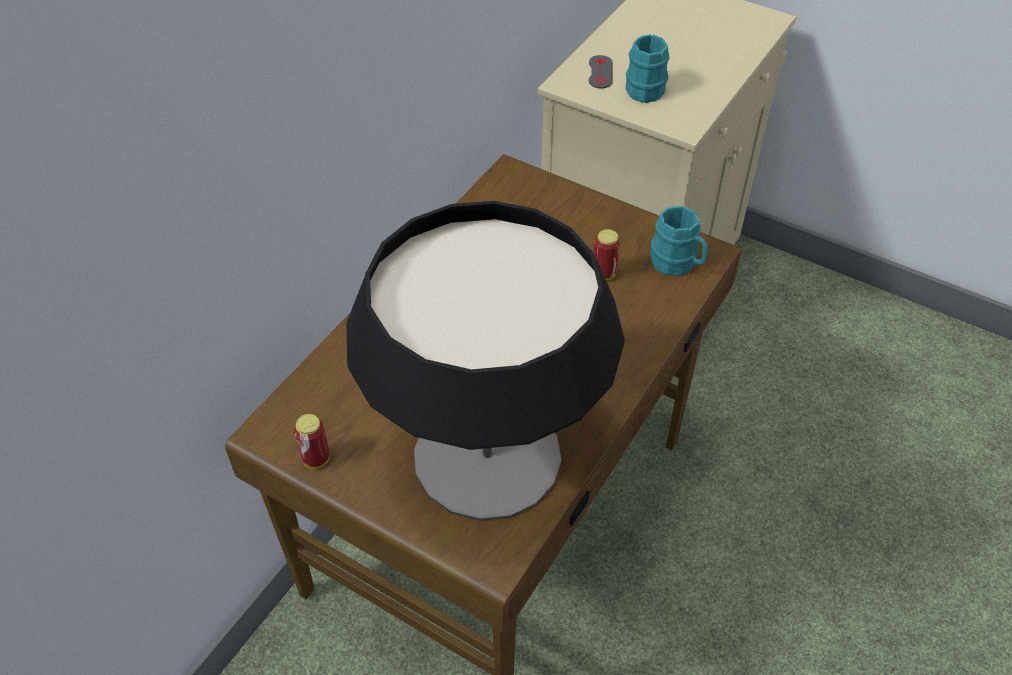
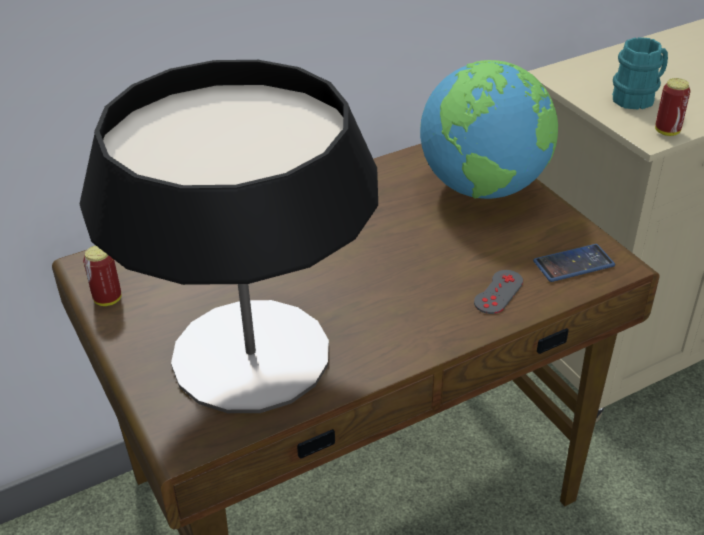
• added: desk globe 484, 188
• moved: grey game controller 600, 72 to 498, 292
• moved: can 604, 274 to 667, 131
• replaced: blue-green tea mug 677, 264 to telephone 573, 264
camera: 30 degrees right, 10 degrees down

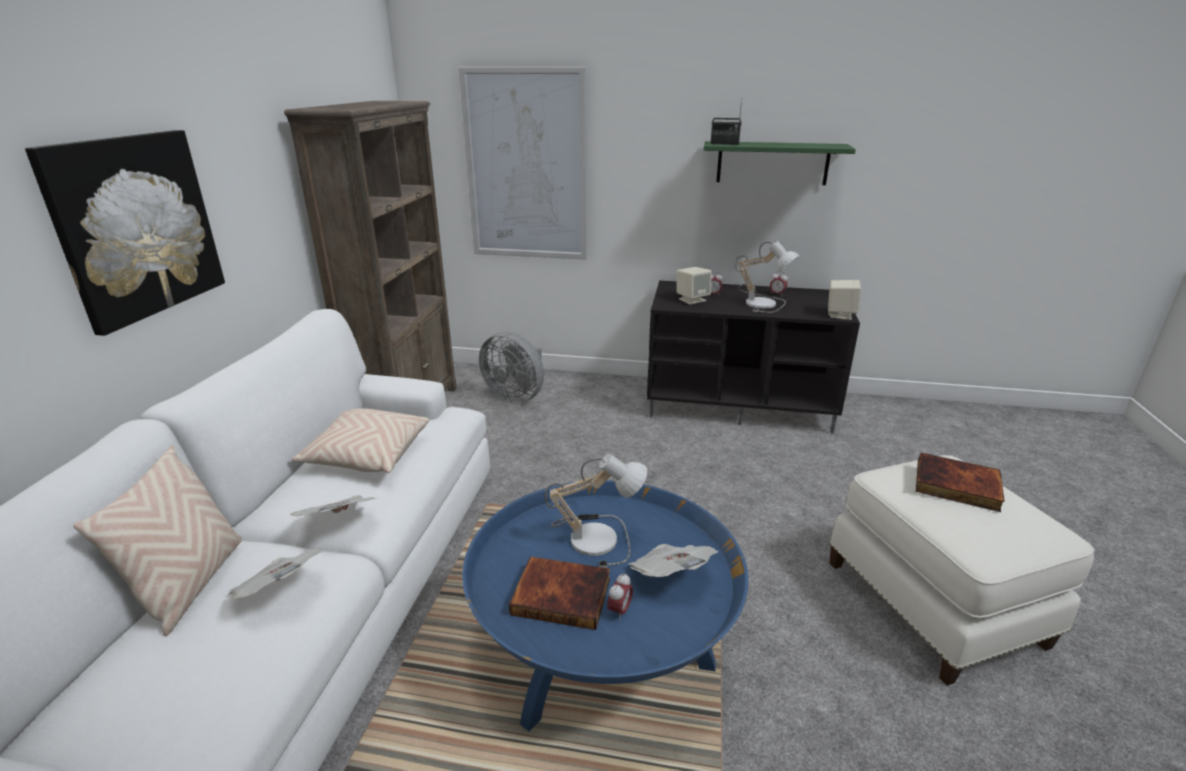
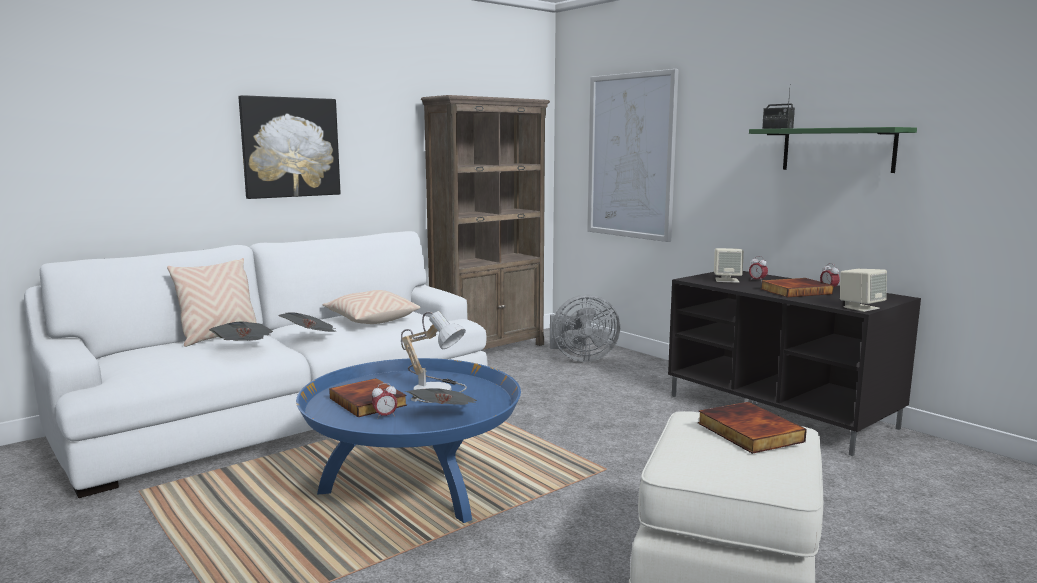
• replaced: tabletop lamp 763, 303 to bound book 795, 291
• turned: grey electric fan 516, 396 = 581, 358 75 degrees counterclockwise
camera: 40 degrees right, 15 degrees down

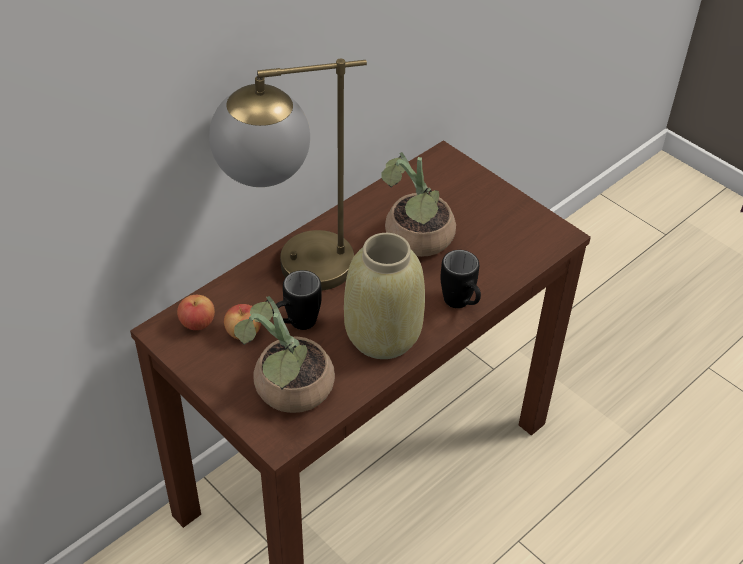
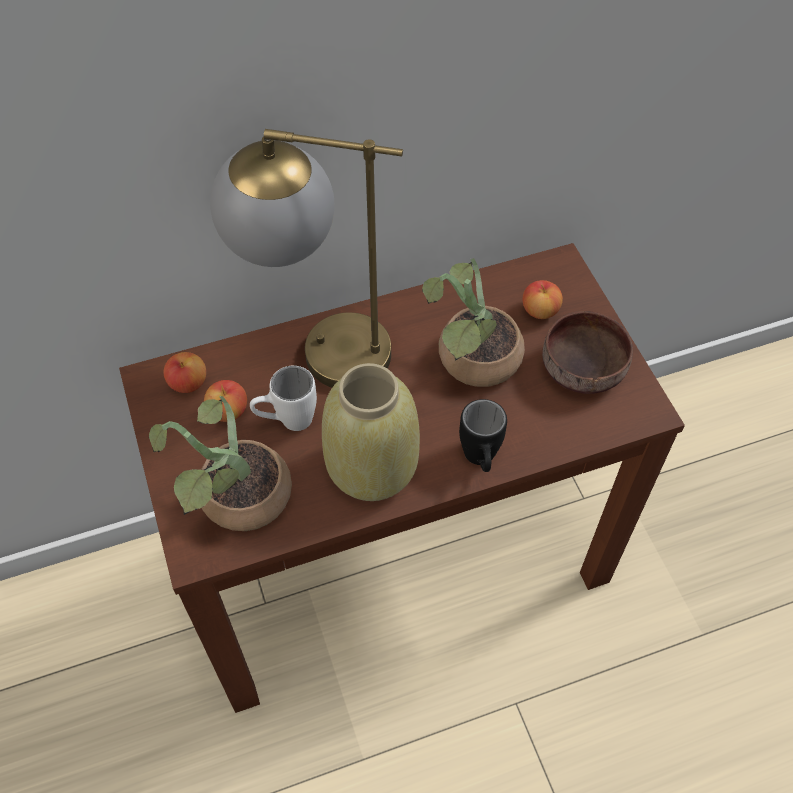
• added: whole apple 540, 310
• added: brownish bowl 583, 366
• recoloured: blackish tea mug 296, 325 to white-coloured tea mug 287, 421
camera: 25 degrees right, 10 degrees up

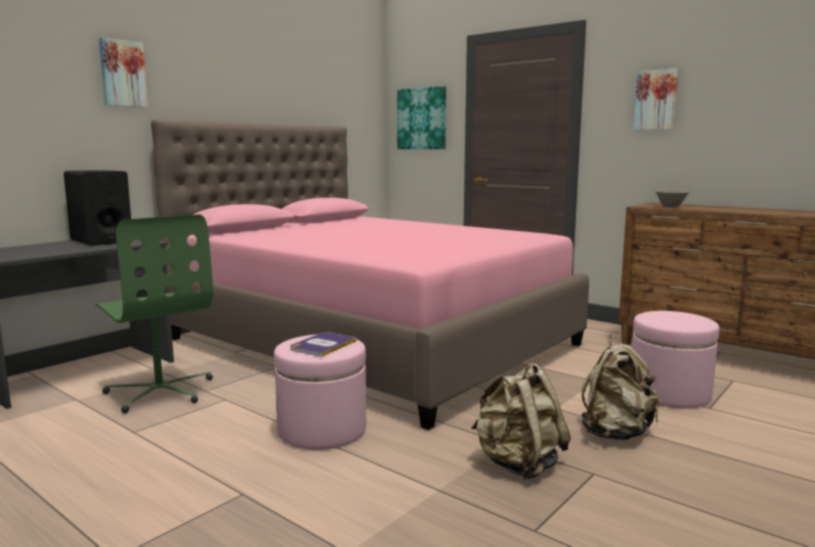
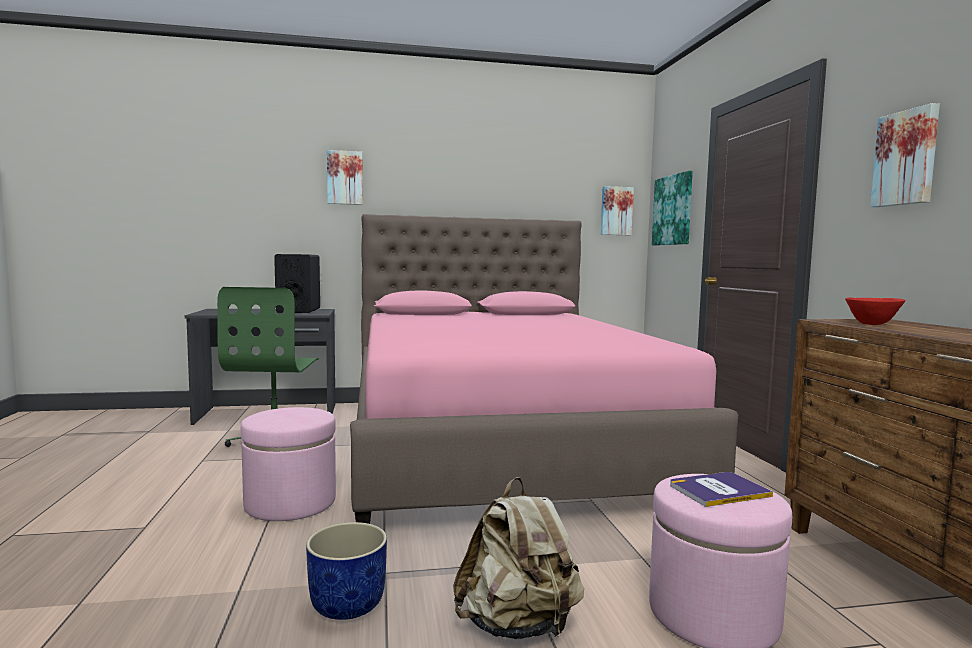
• added: wall art 616, 211
• moved: bound book 323, 345 to 718, 490
• replaced: beige-coloured rucksack 518, 464 to blue-coloured flower pot 346, 604
• recoloured: grey bowl 670, 207 to red bowl 871, 324
camera: 40 degrees right, 5 degrees down

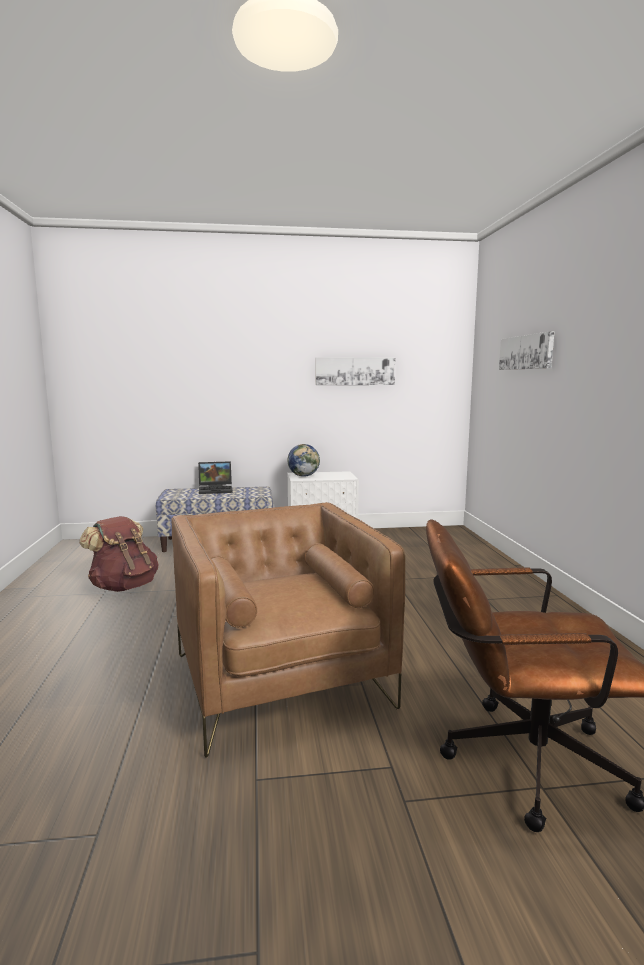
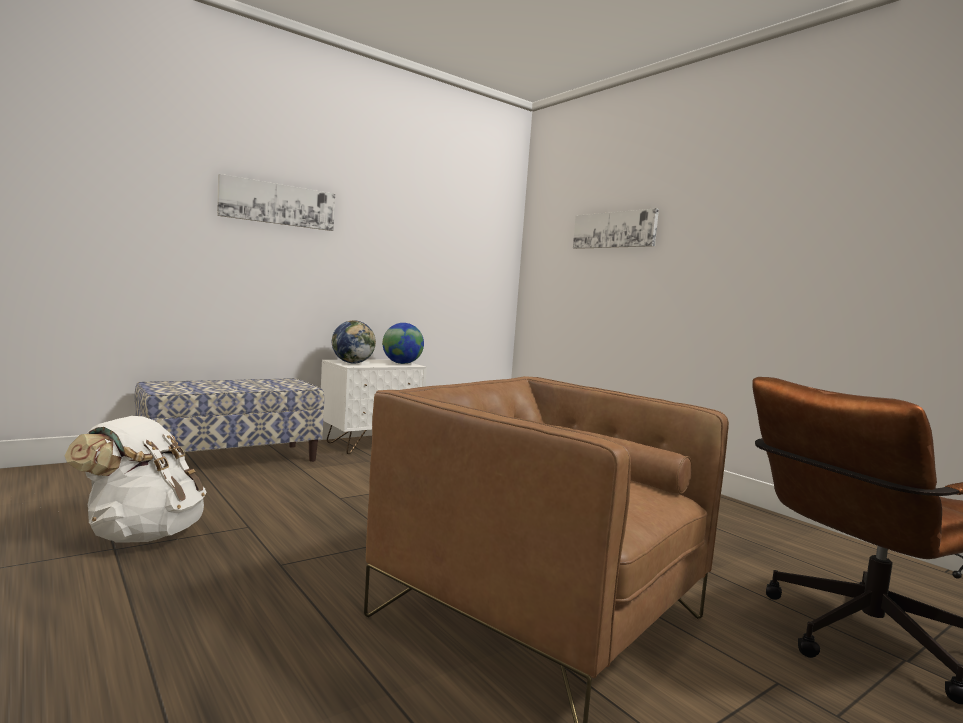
• removed: notebook computer 216, 490
• added: desk globe 402, 363
• moved: wall art 355, 371 to 278, 204
• recoloured: brownish rucksack 124, 587 to white-coloured rucksack 142, 534
camera: 30 degrees left, 5 degrees down

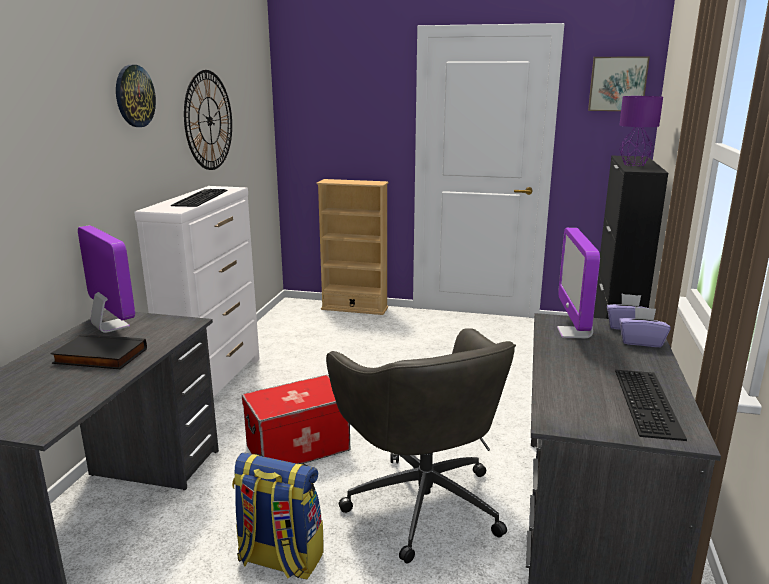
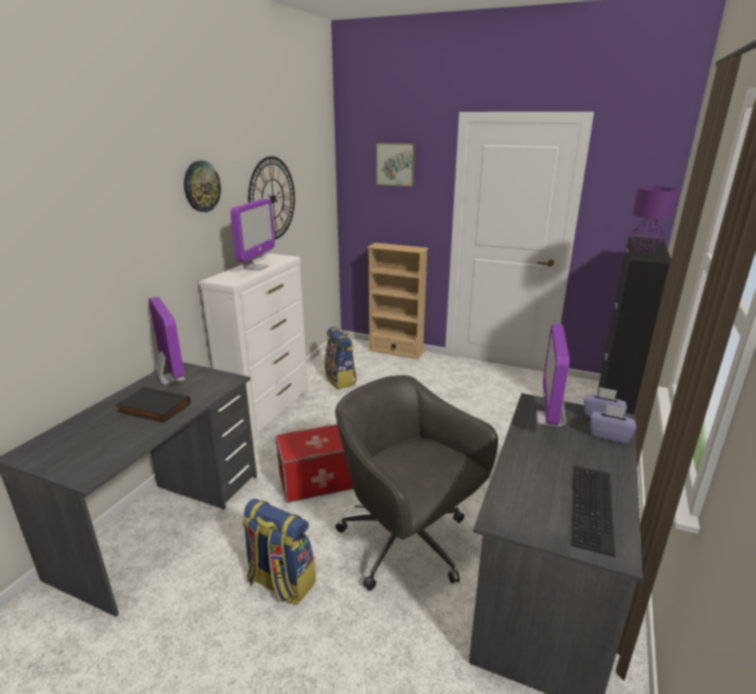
• added: rucksack 341, 380
• moved: wall art 617, 84 to 396, 164
• replaced: computer keyboard 199, 197 to computer screen 256, 267
• turned: grey computer chair 422, 501 = 407, 544 150 degrees clockwise
camera: 10 degrees right, 5 degrees up

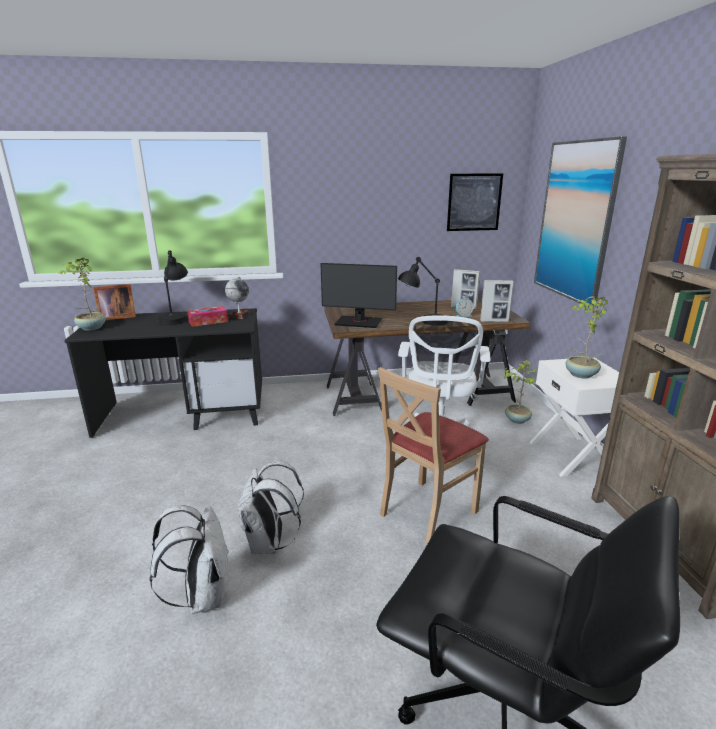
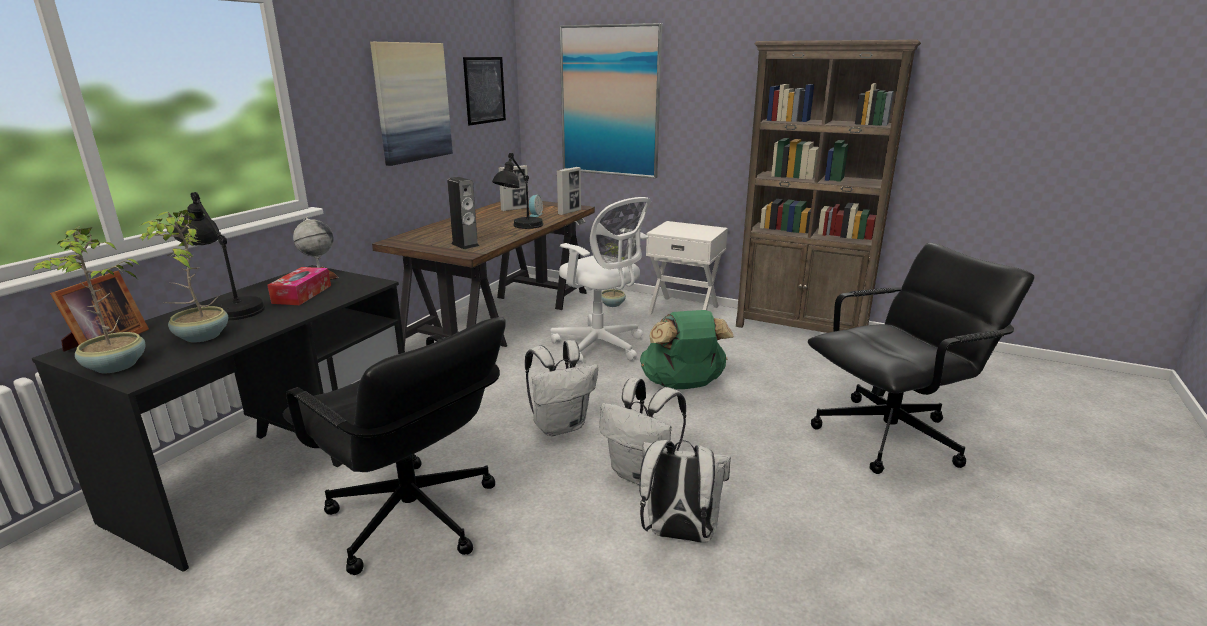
• added: blackish computer chair 412, 518
• added: wall art 412, 102
• added: white-coloured rucksack 560, 426
• moved: potted plant 580, 375 to 201, 337
• replaced: computer screen 359, 322 to audio speaker 465, 245
• replaced: beige-coloured upright chair 427, 511 to green-coloured rucksack 683, 385
camera: 55 degrees left, 0 degrees up

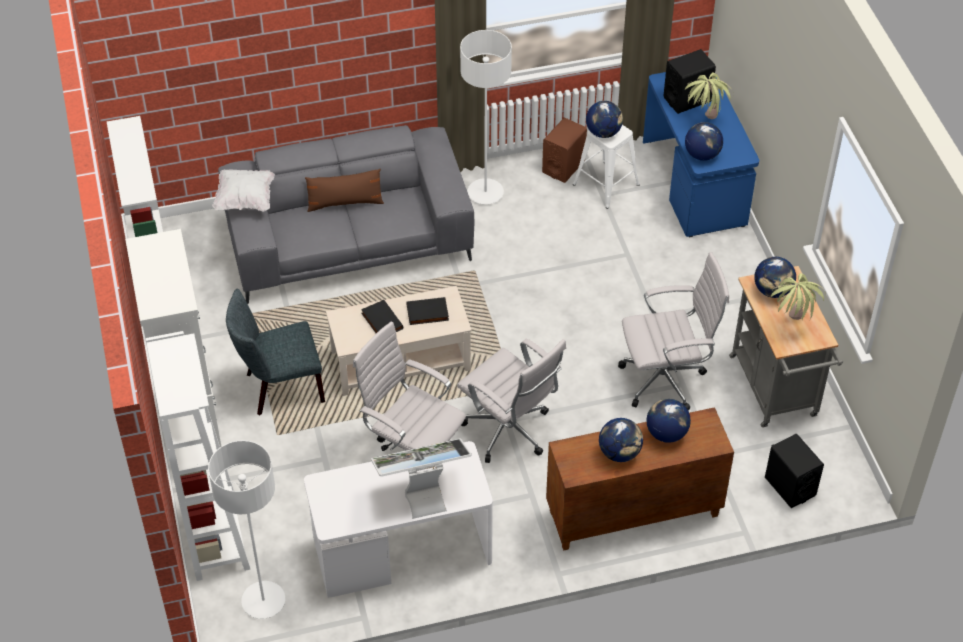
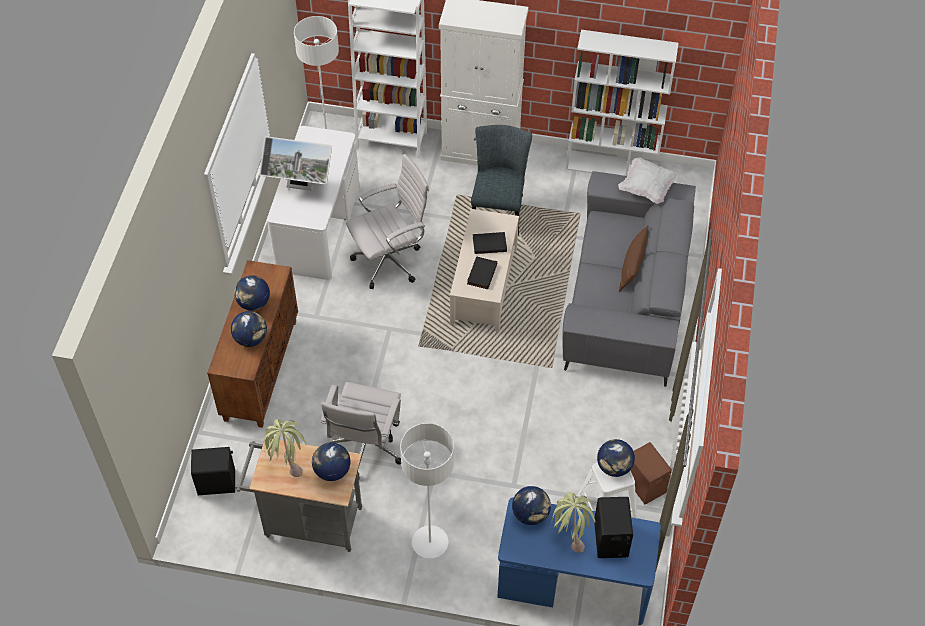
• removed: white-coloured computer chair 510, 432
• moved: white-coloured standard lamp 485, 193 to 430, 543
• turned: computer screen 422, 493 = 300, 187 90 degrees clockwise
camera: 115 degrees right, 5 degrees up

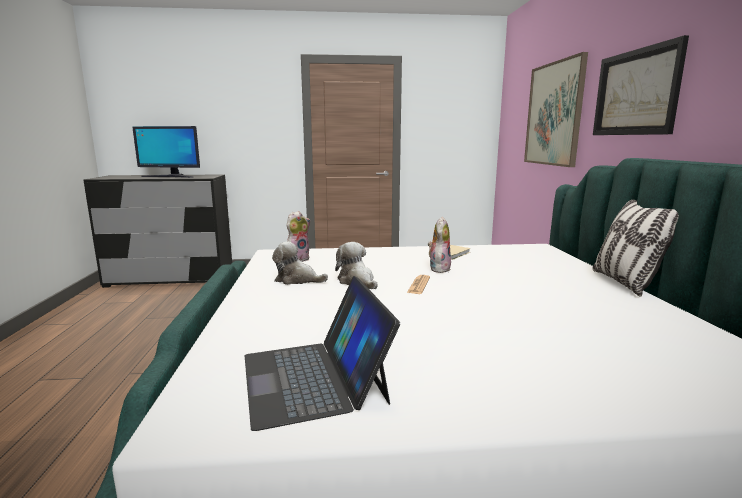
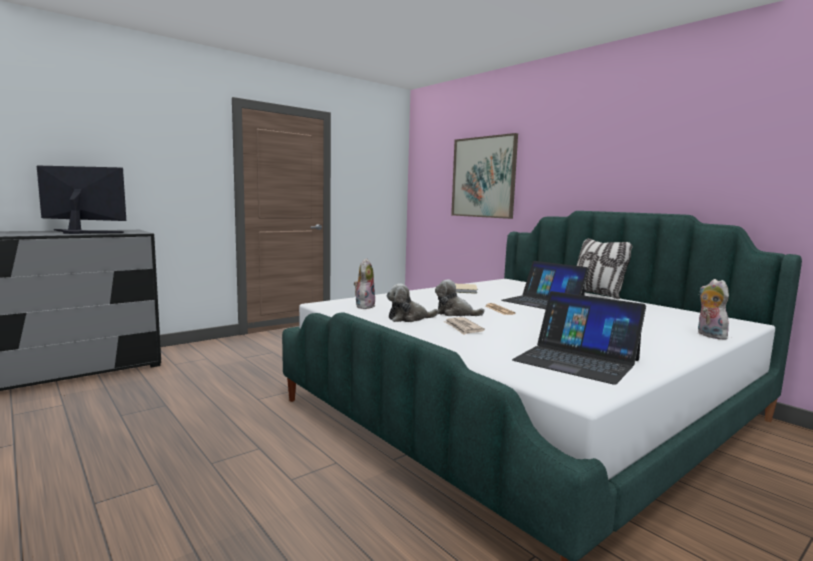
• removed: wall art 635, 92
• added: newspaper 463, 328
• added: notebook computer 543, 302
• moved: cuddly toy 438, 268 to 709, 335
• turned: computer screen 171, 177 = 82, 232 150 degrees counterclockwise
camera: 35 degrees left, 5 degrees down

